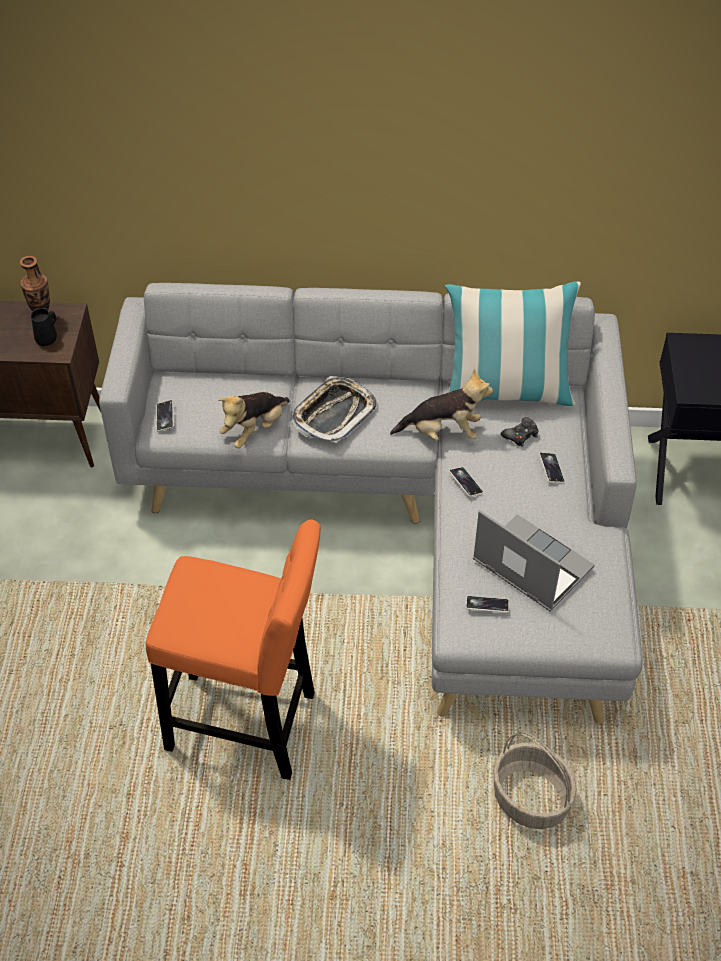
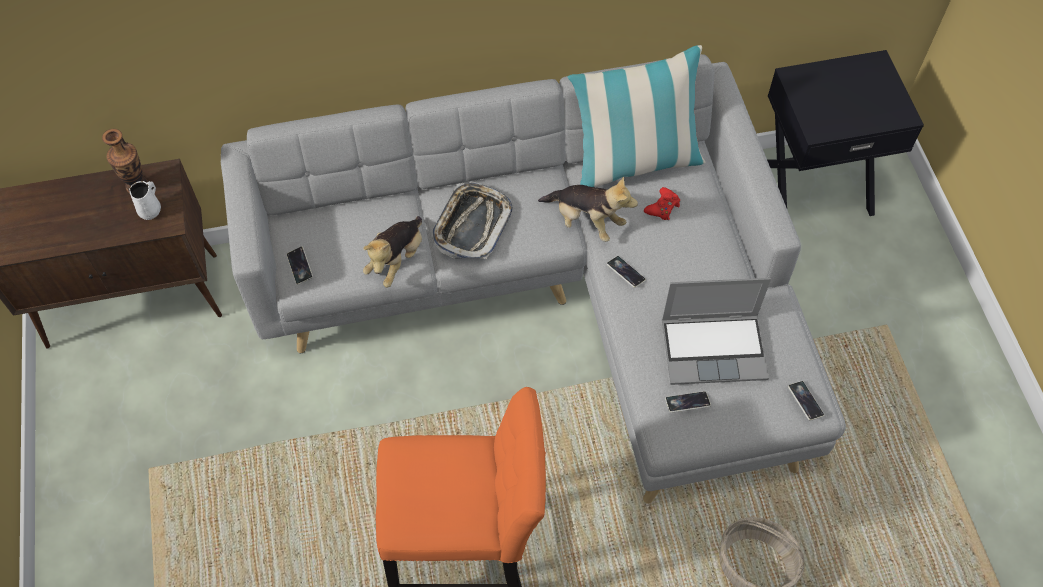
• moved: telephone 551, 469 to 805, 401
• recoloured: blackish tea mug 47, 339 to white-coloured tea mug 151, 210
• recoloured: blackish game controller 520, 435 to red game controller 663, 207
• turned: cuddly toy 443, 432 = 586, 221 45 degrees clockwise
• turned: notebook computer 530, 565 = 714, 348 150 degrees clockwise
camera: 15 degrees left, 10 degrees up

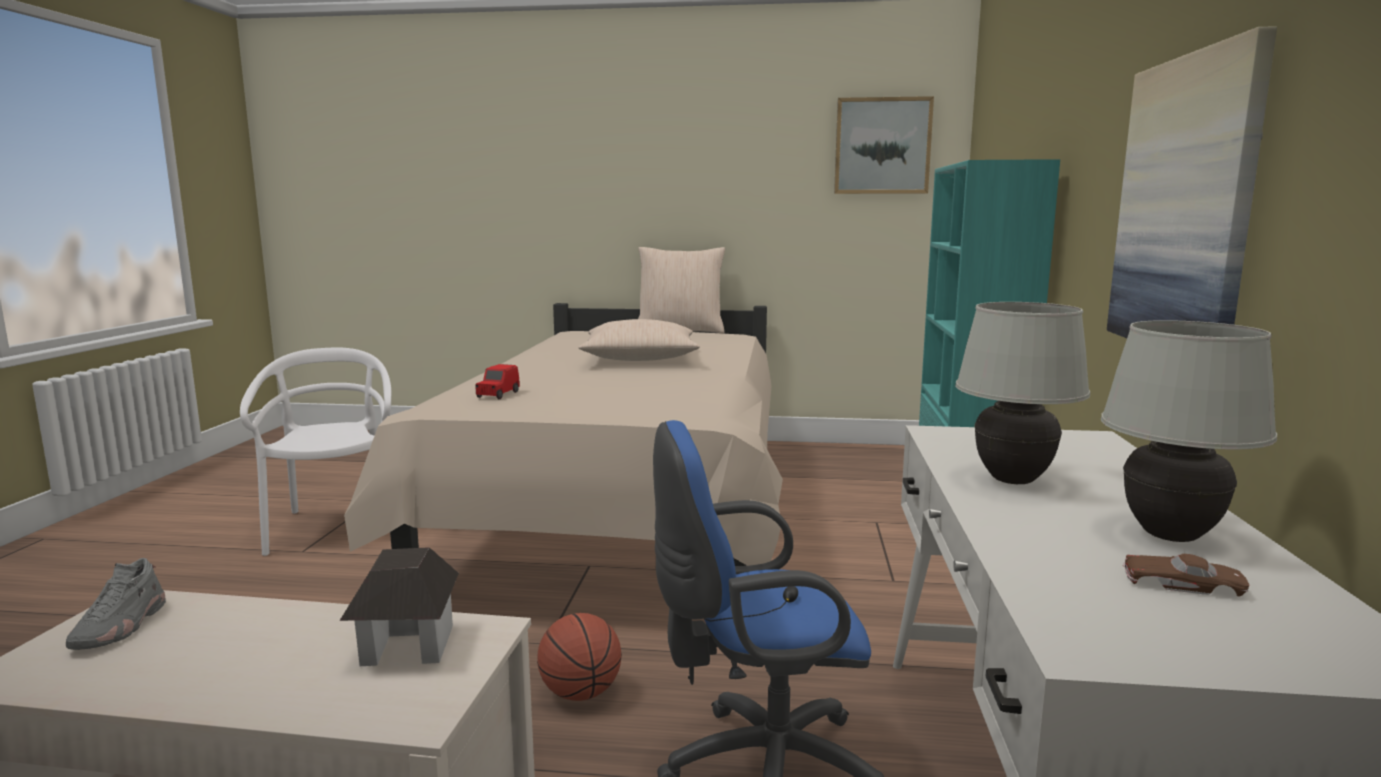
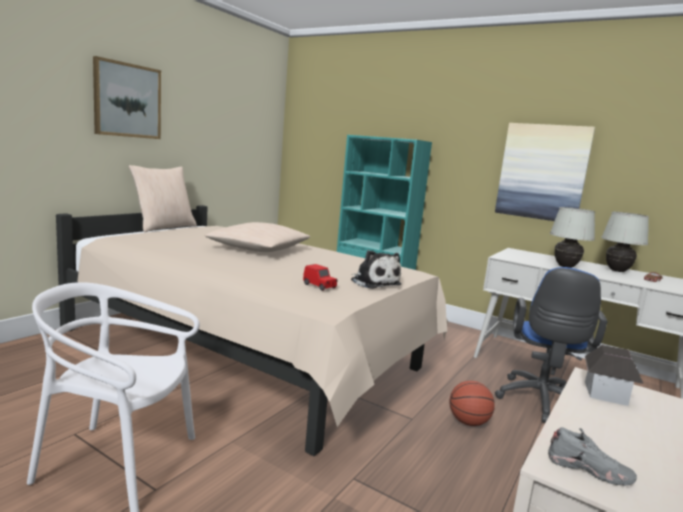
• added: cuddly toy 374, 282
• moved: wall art 882, 146 to 127, 100
camera: 65 degrees left, 0 degrees up

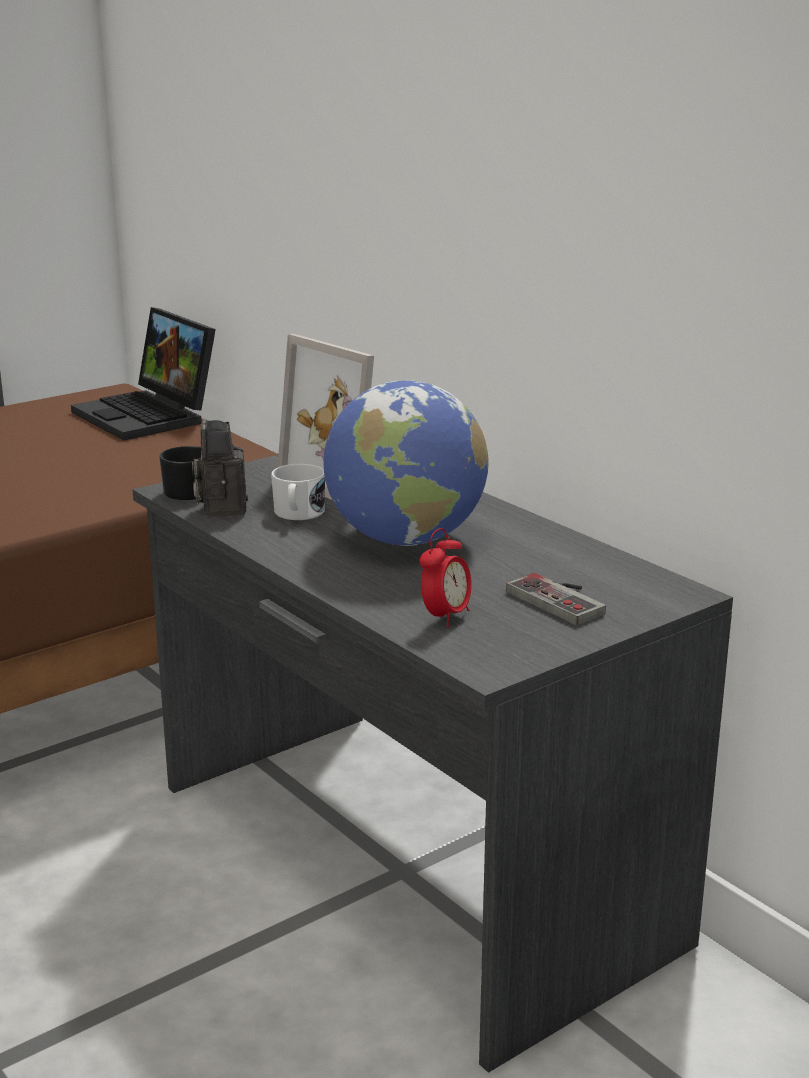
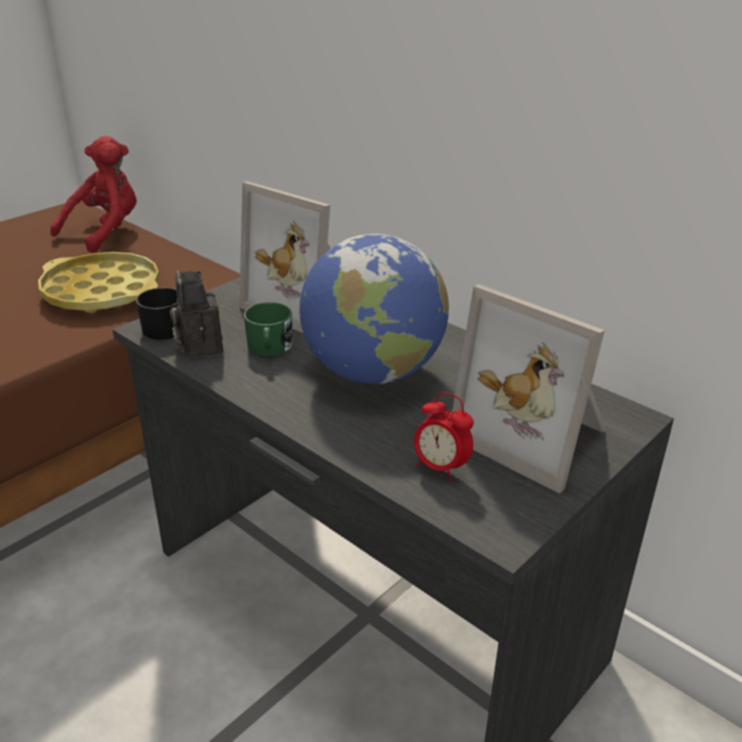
• added: yellowish serving tray 102, 292
• replaced: notebook computer 150, 416 to red cuddly toy 106, 232
• replaced: game controller 563, 599 to picture frame 535, 435
• recoloured: white-coloured tea mug 298, 514 to green-coloured tea mug 269, 348
• turned: alarm clock 445, 616 = 440, 468 105 degrees clockwise
camera: 10 degrees left, 10 degrees up

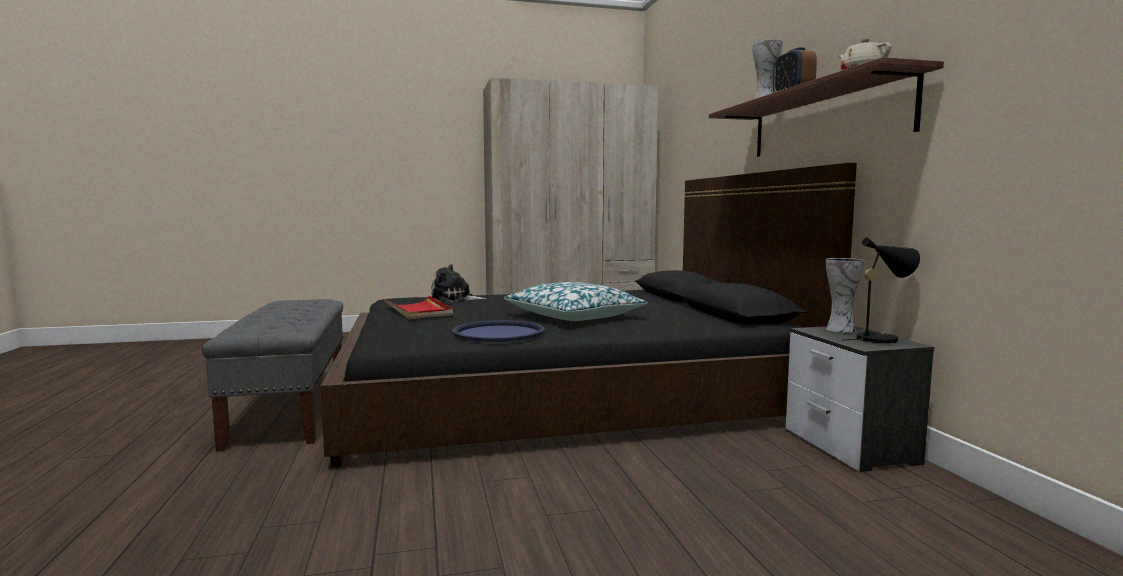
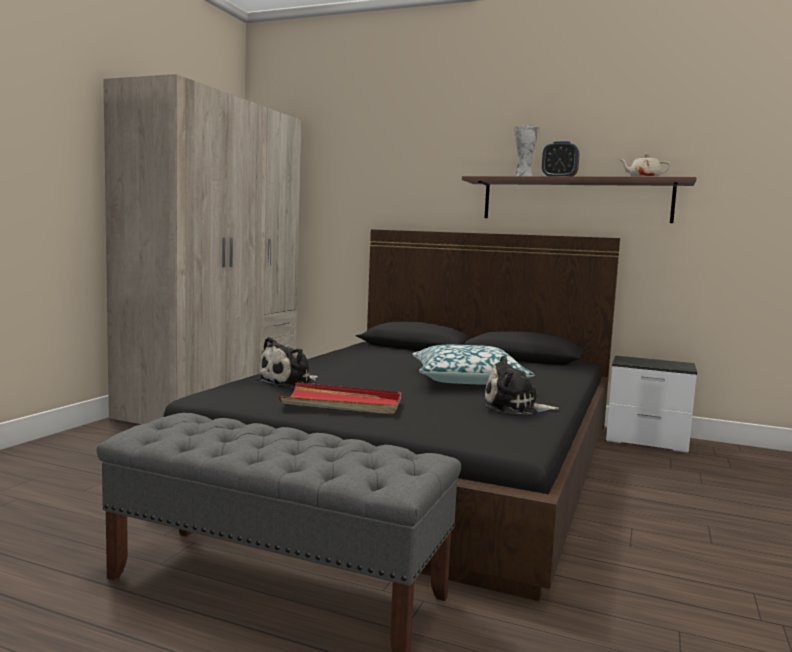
• removed: decorative vase 840, 329
• removed: blackish tabletop lamp 880, 338
• replaced: blue-coloured serving tray 498, 333 to cuddly toy 514, 407
camera: 55 degrees left, 0 degrees up

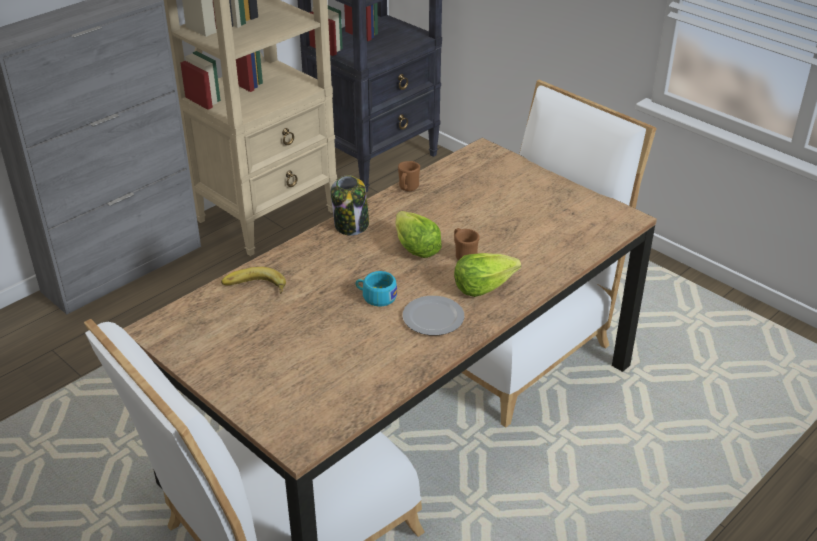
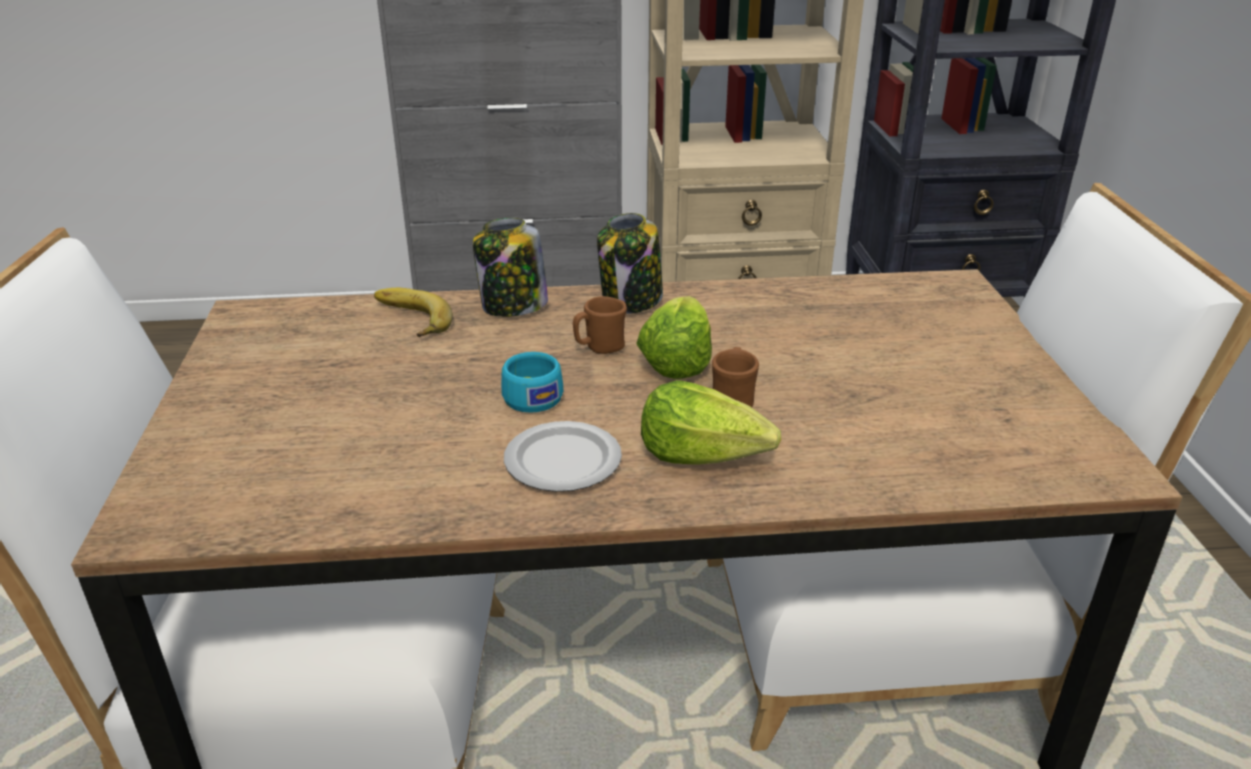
• added: preserve jar 513, 306
• moved: brownish tea mug 407, 188 to 600, 348
camera: 40 degrees right, 5 degrees down

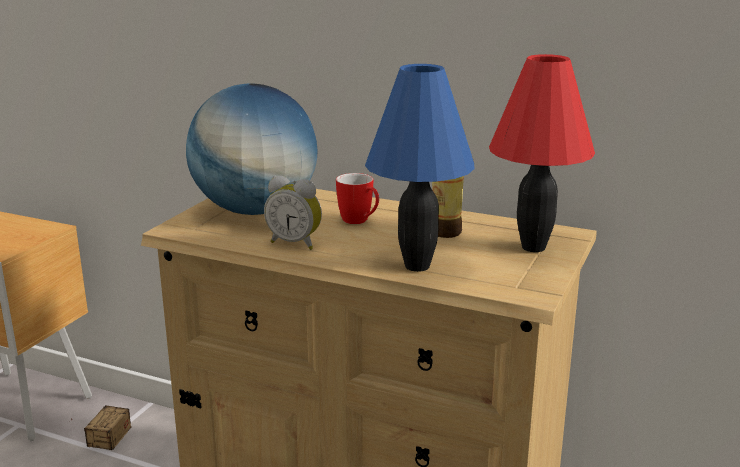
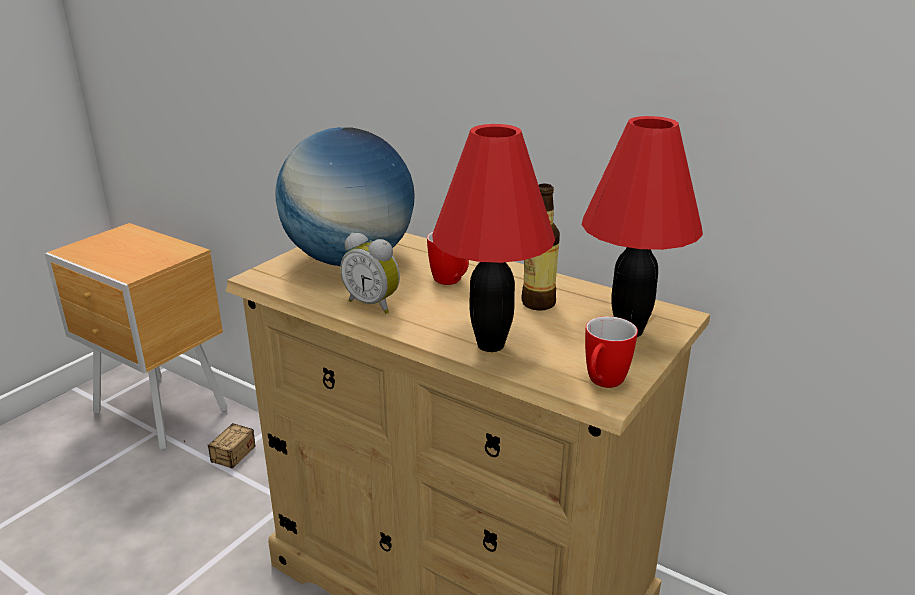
• added: tea mug 602, 384
• recoloured: blue-coloured tabletop lamp 418, 267 to red tabletop lamp 491, 346
camera: 10 degrees right, 5 degrees up

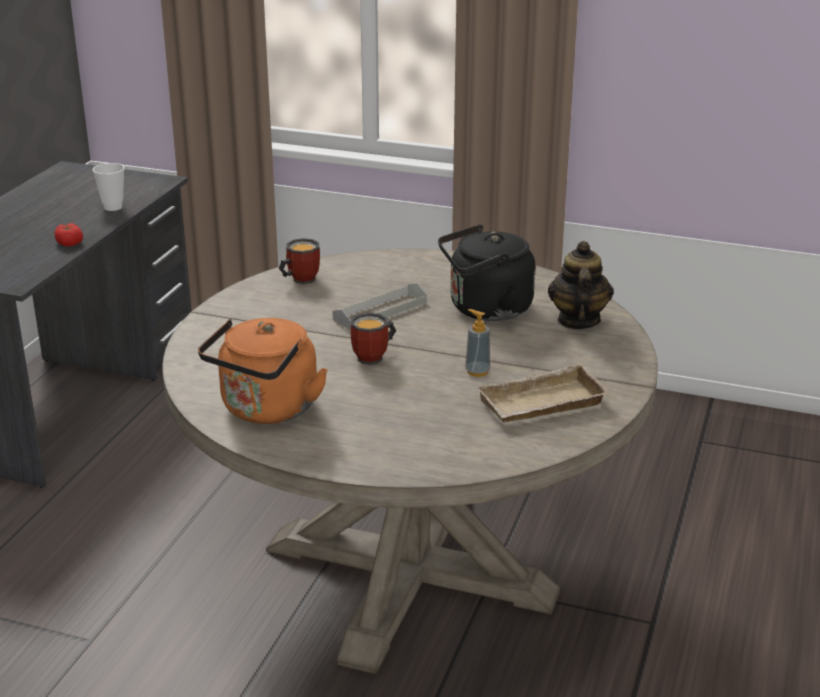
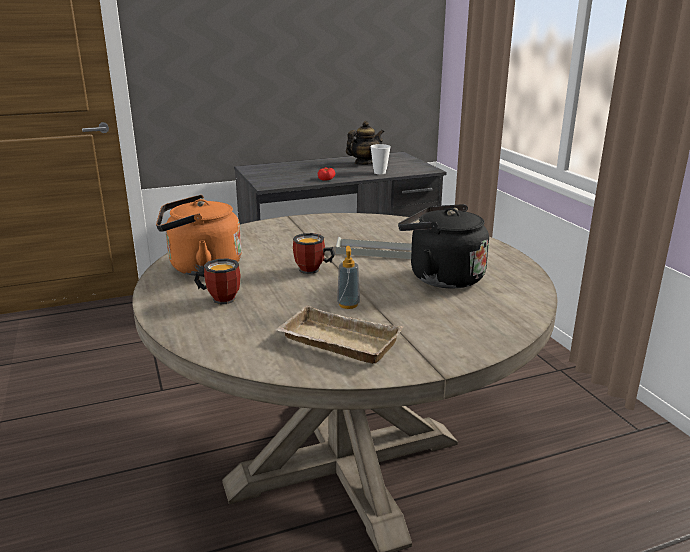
• moved: tea mug 299, 279 to 220, 298
• moved: teapot 577, 321 to 364, 163
camera: 50 degrees right, 5 degrees down

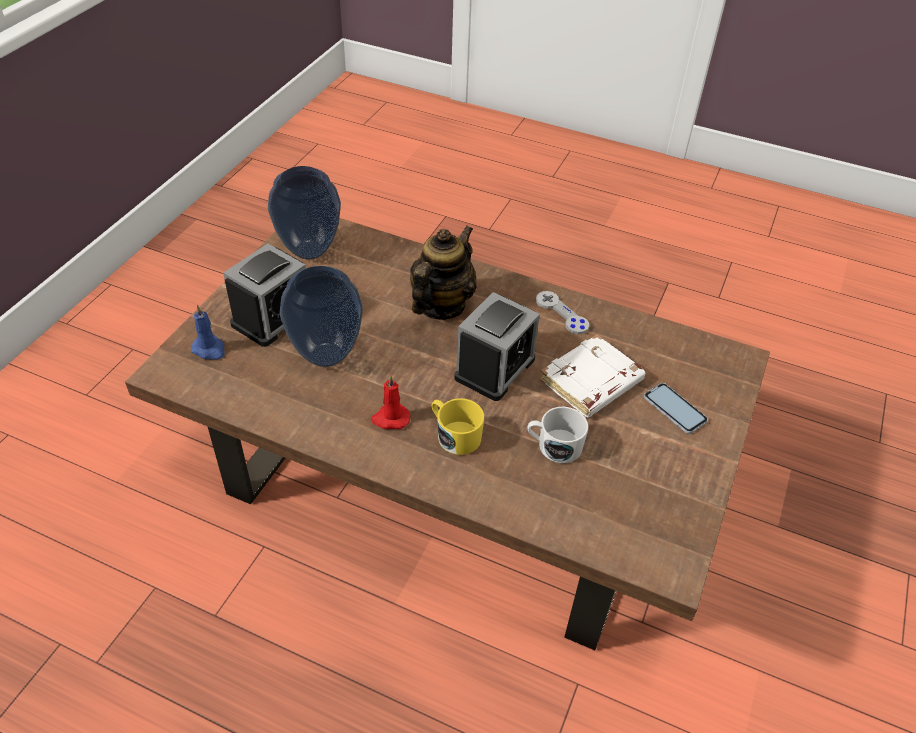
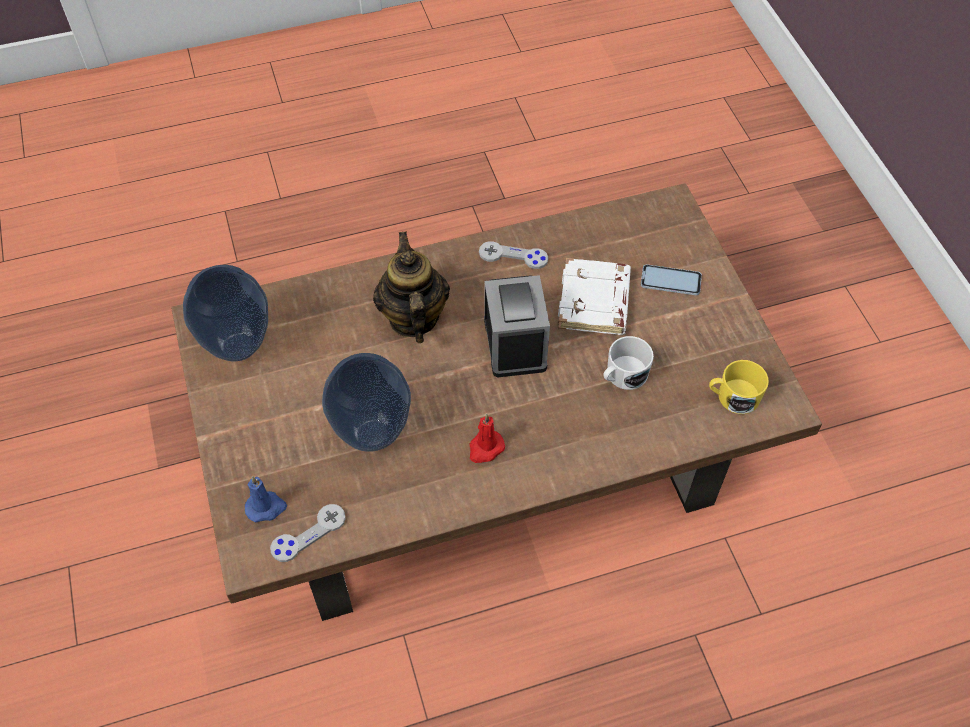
• removed: alarm clock 272, 317
• added: grey game controller 308, 533
• moved: yellowish tea mug 454, 435 to 733, 397
camera: 40 degrees left, 10 degrees up

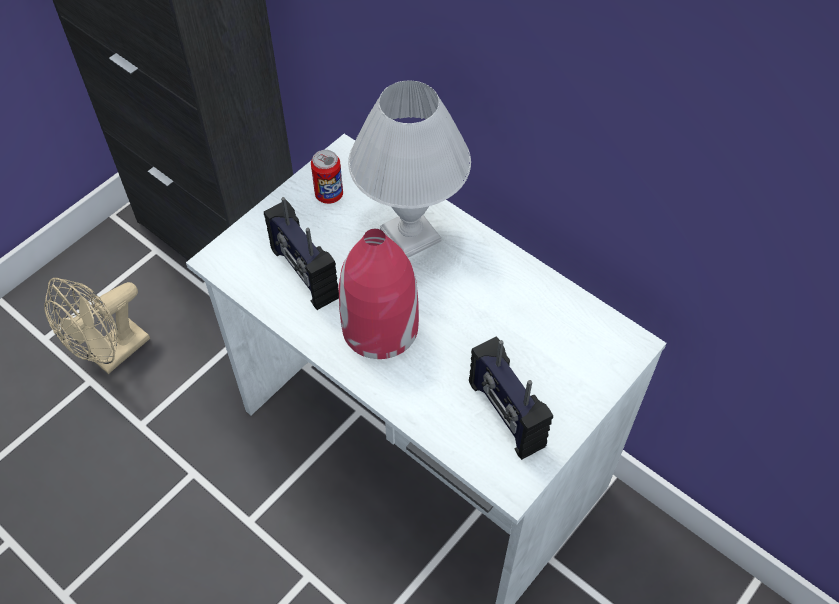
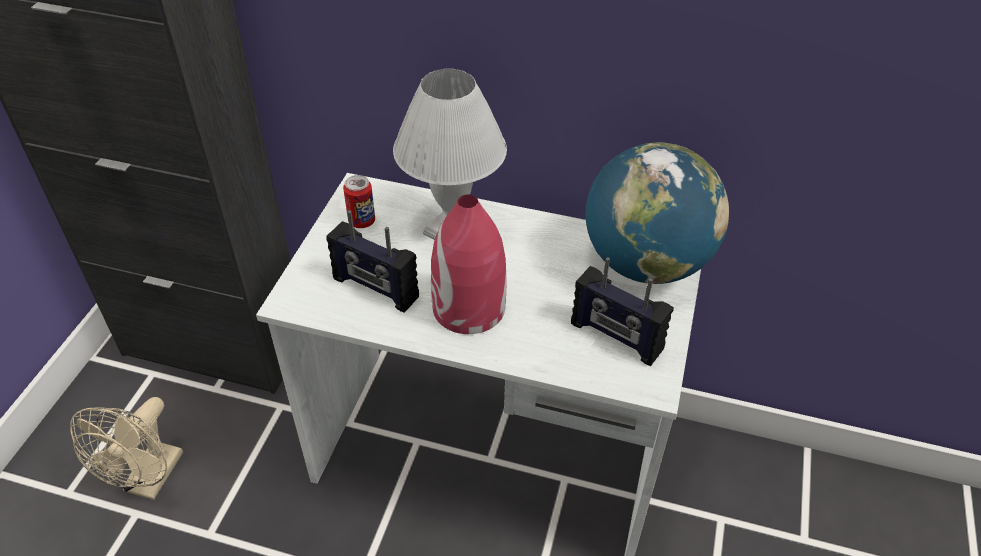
• added: desk globe 645, 263
camera: 25 degrees left, 10 degrees down

